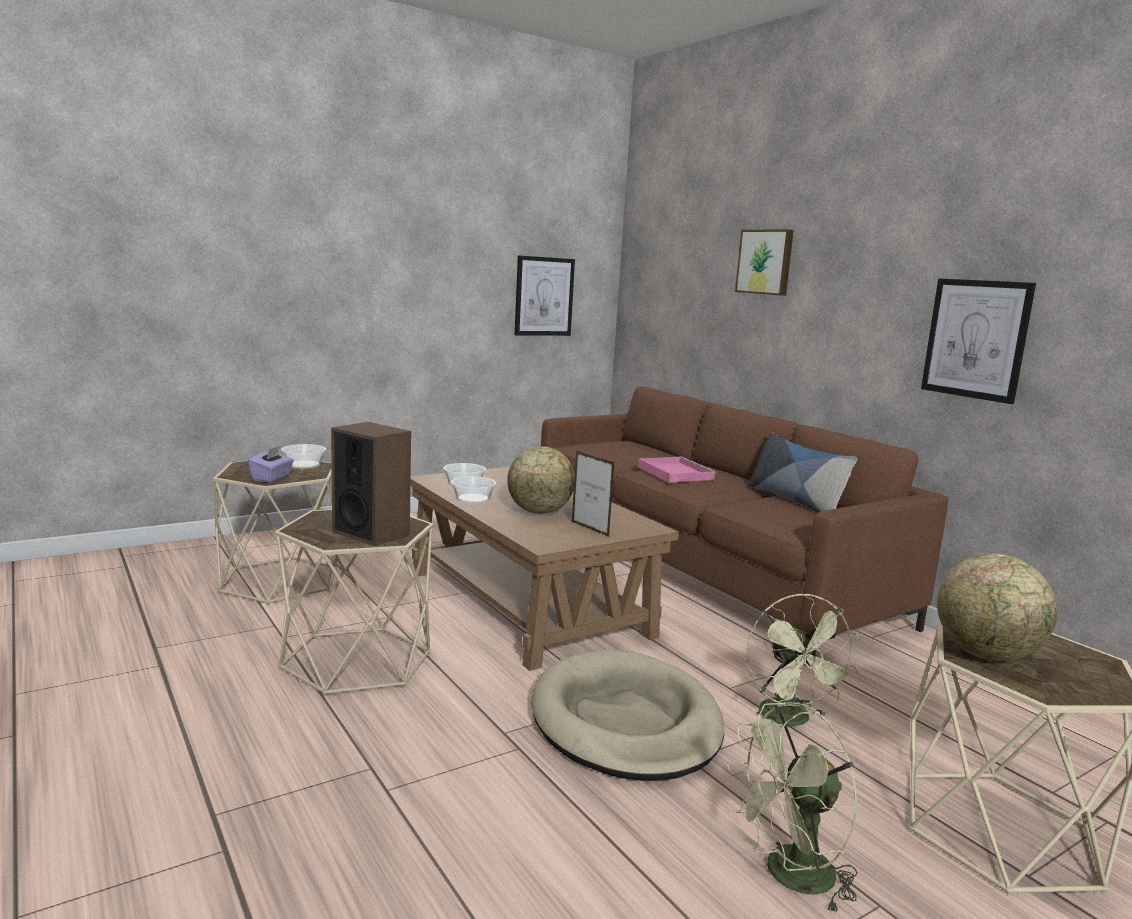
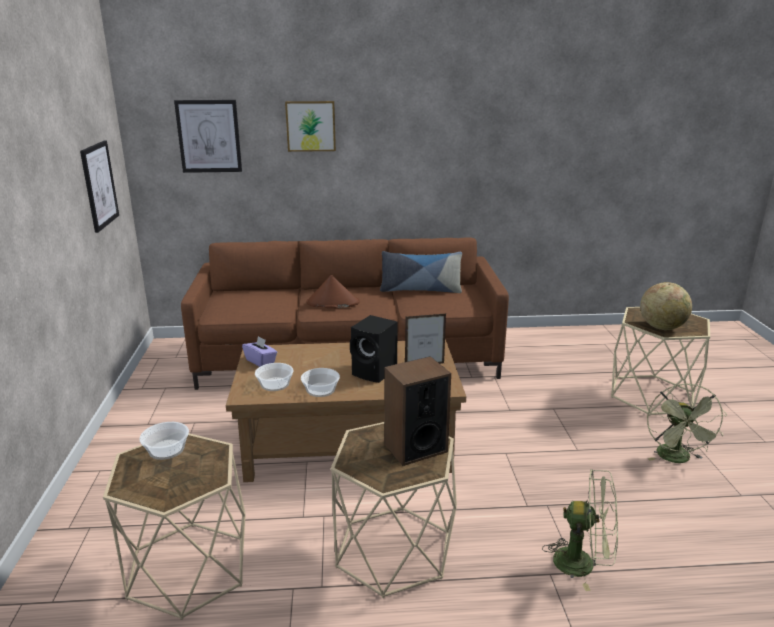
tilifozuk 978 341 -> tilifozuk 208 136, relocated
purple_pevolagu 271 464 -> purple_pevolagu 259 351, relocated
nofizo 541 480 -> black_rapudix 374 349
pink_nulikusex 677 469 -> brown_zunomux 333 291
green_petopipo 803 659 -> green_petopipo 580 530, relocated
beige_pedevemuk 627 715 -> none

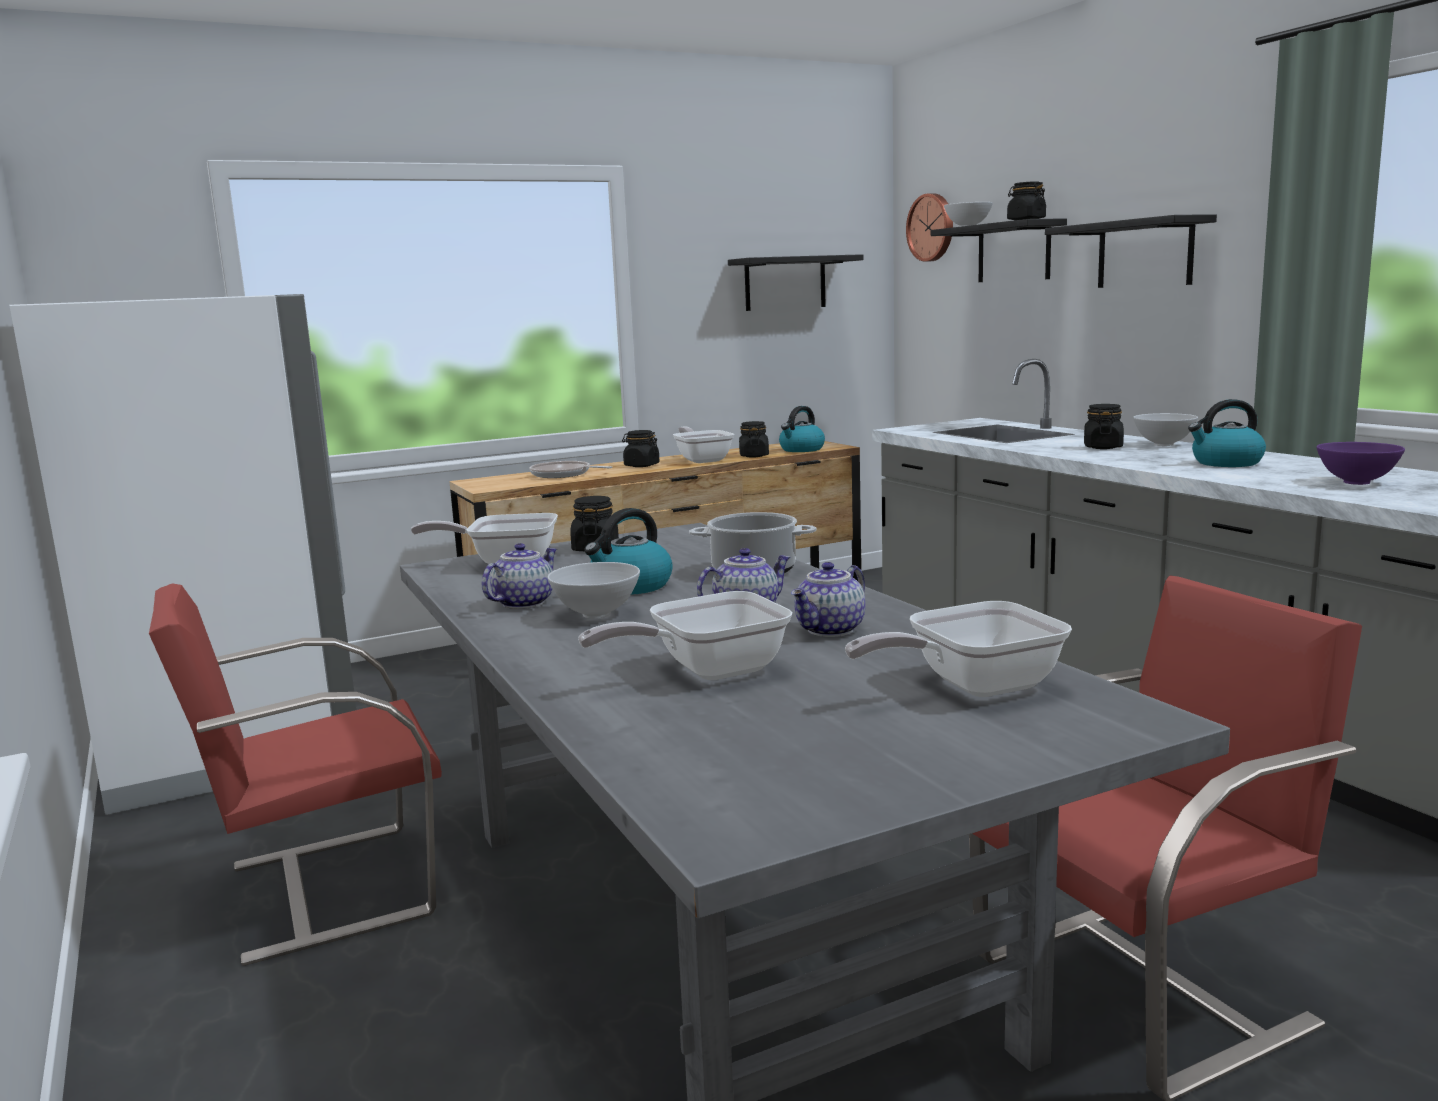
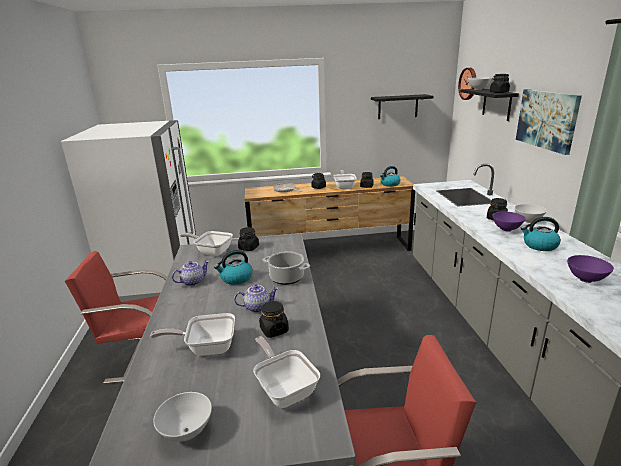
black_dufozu 1131 251 -> tilifozuk 549 122
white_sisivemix 593 590 -> white_sisivemix 182 417, relocated
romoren 828 599 -> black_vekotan 274 319
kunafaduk 958 649 -> kunafaduk 286 372, 60 degrees clockwise
none -> purple_sisivemix 509 221

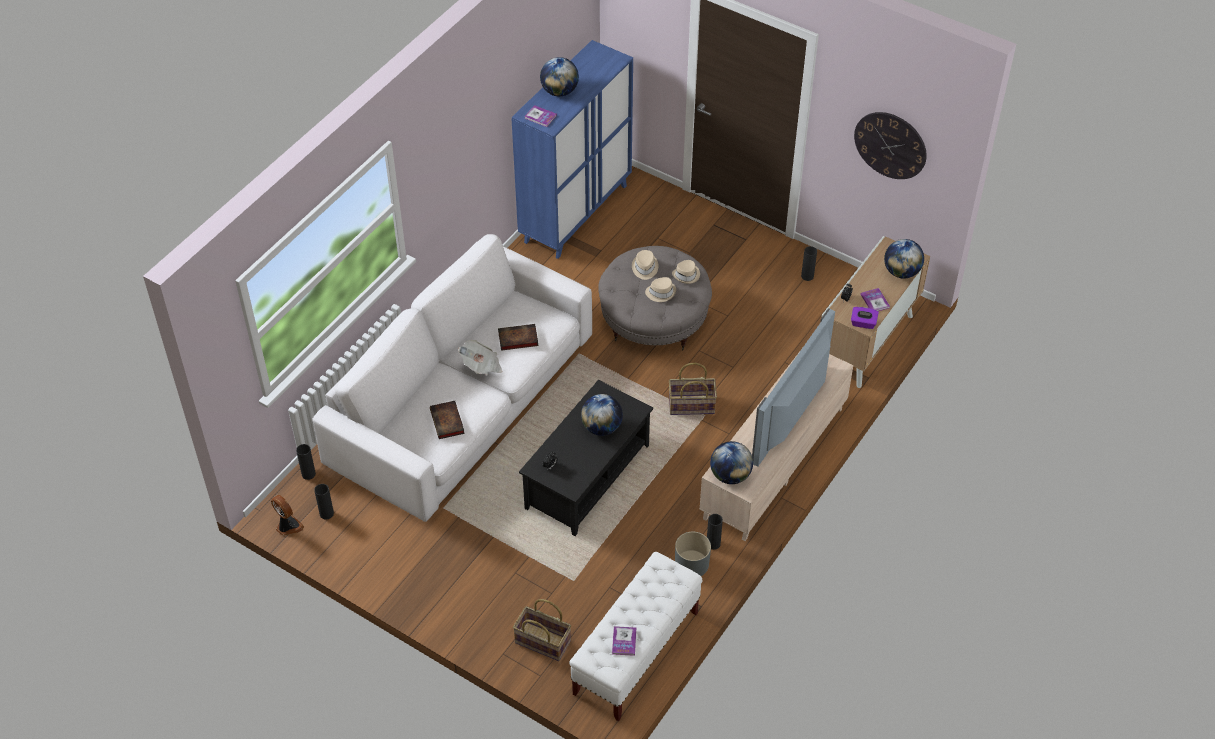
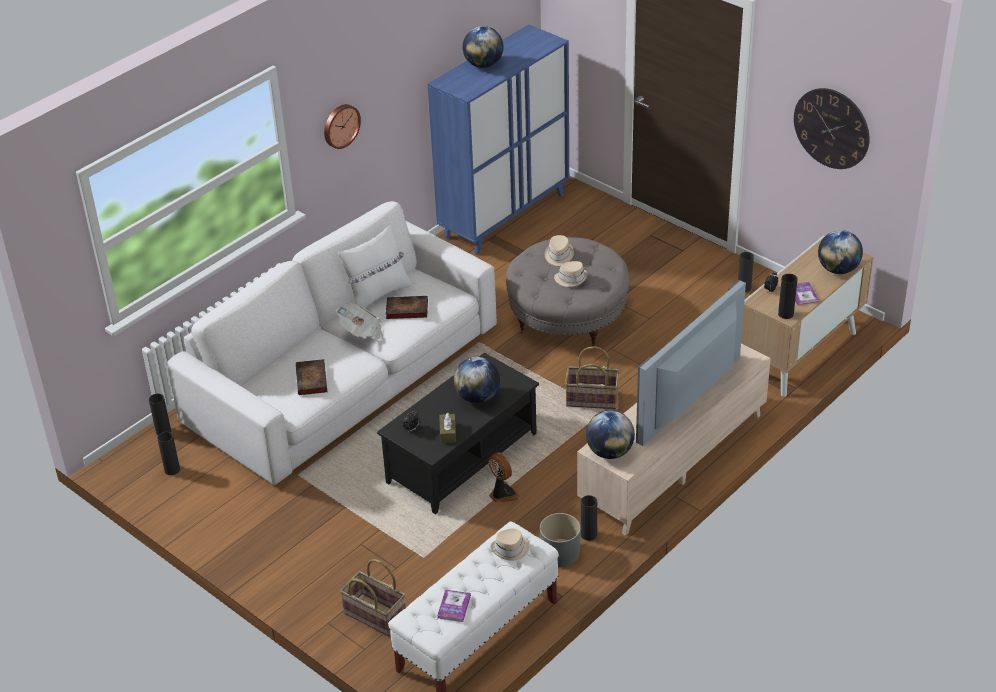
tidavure 540 116 -> none
beige_zunomux 686 272 -> beige_zunomux 510 544, relocated
purple_pevolagu 865 318 -> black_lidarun 788 296
petopipo 287 515 -> petopipo 505 478, relocated
none -> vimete 342 126
none -> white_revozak 374 266
none -> brown_pevolagu 448 428

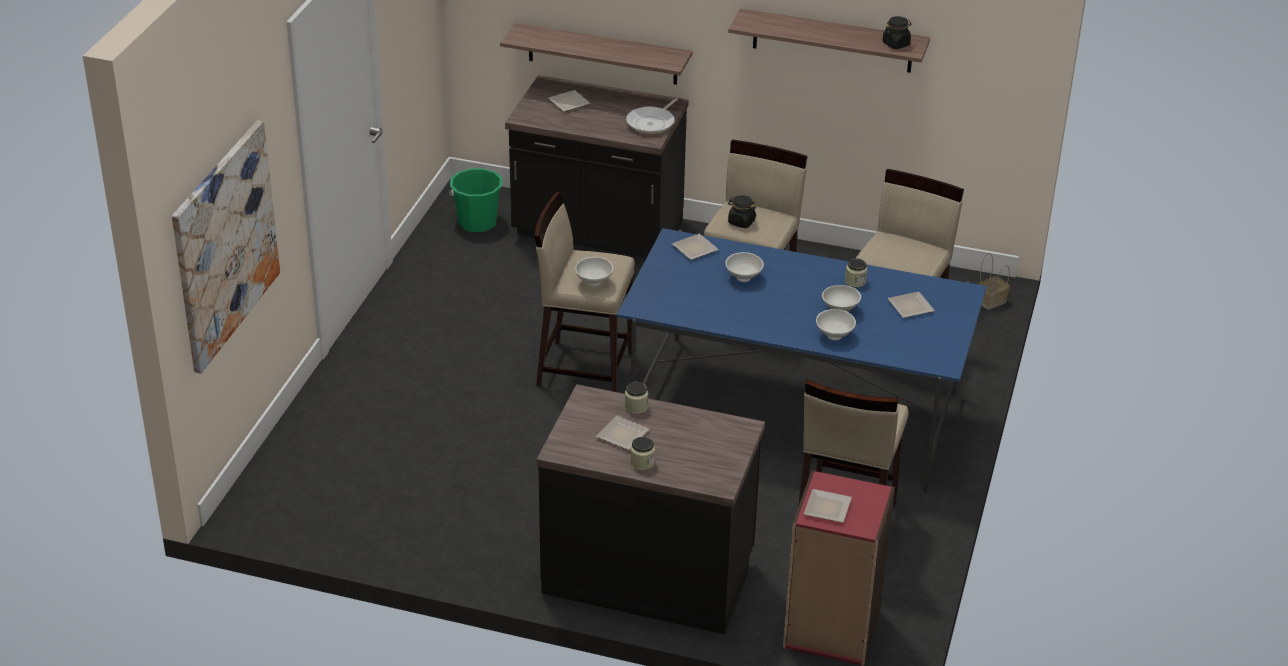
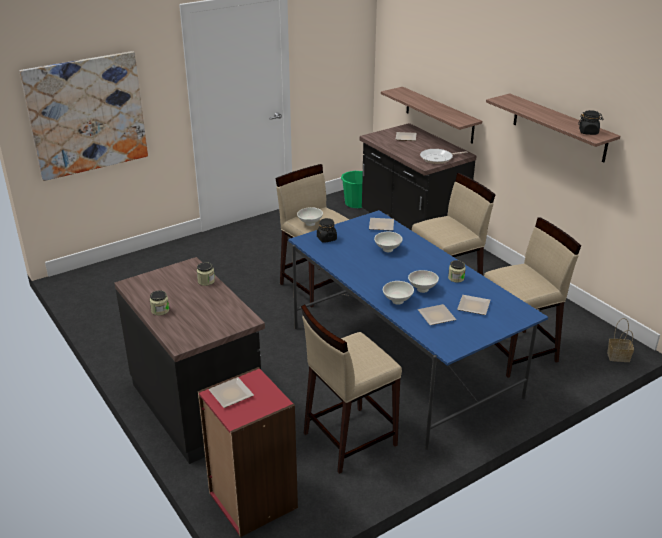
black_vekotan 742 211 -> black_vekotan 327 230, relocated
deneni 622 433 -> deneni 437 314, relocated

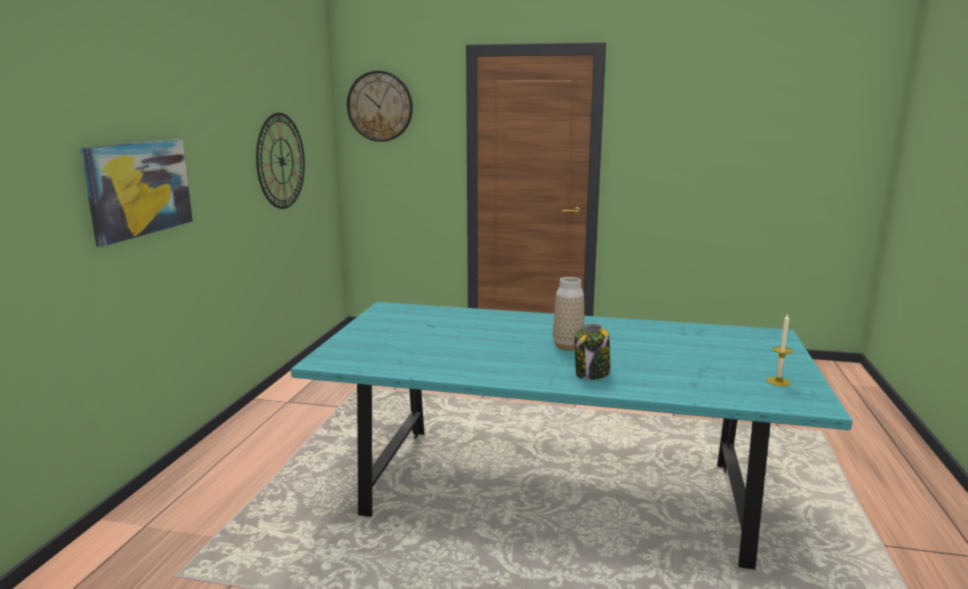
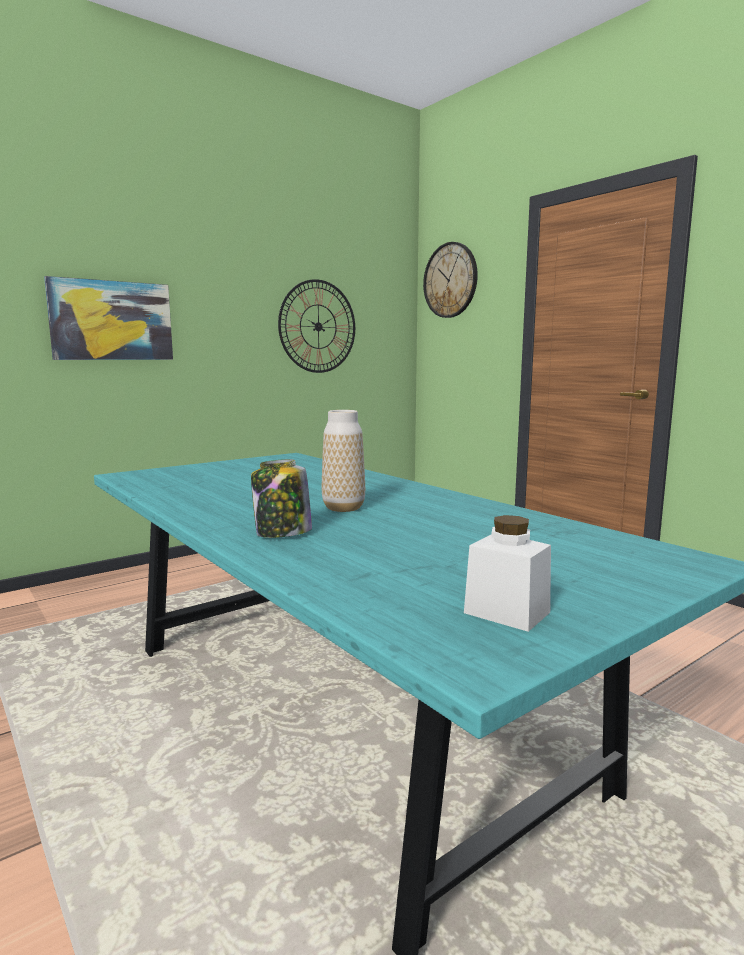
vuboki 779 350 -> white_vekotan 507 573

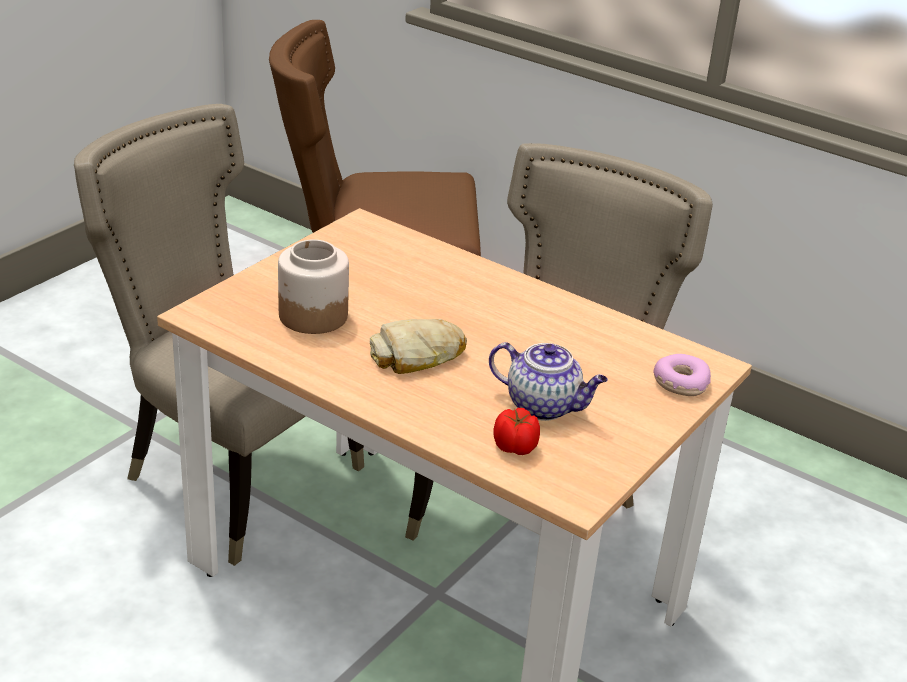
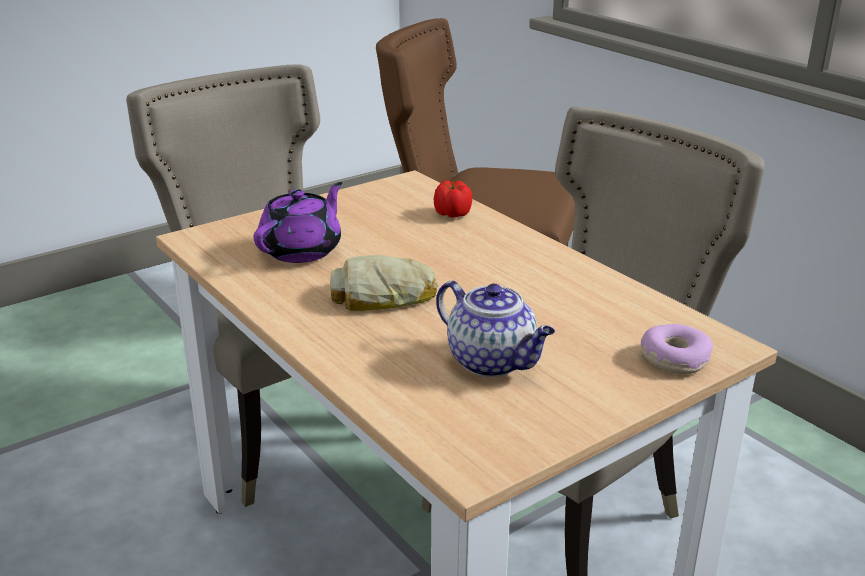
vekotan 313 286 -> purple_romoren 298 222
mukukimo 516 431 -> mukukimo 453 199, relocated

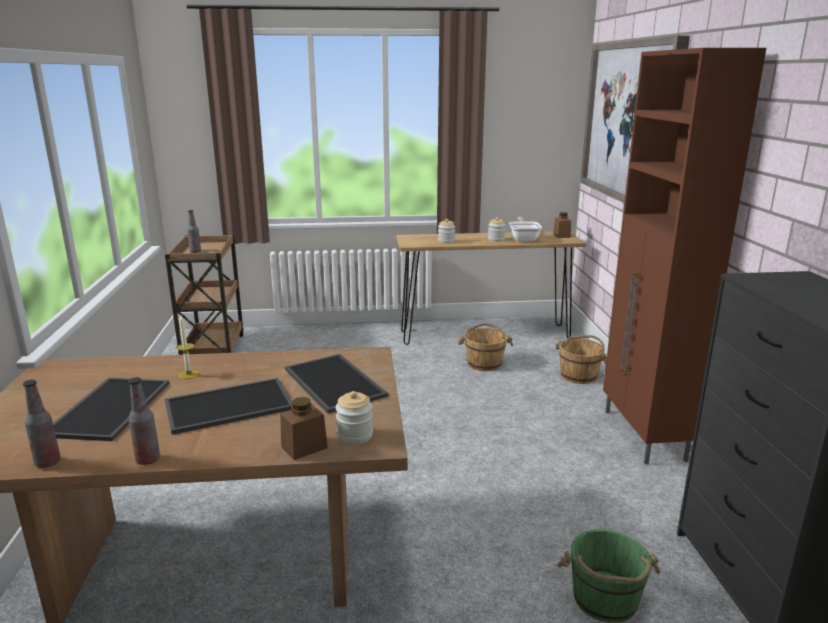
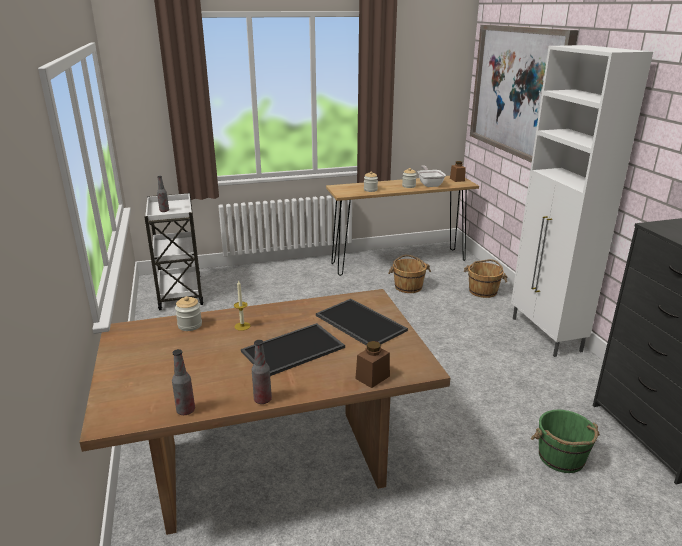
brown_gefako 684 256 -> white_gefako 582 201
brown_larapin 204 294 -> white_larapin 174 251
nulikusex 111 409 -> none
vekotan 354 417 -> vekotan 188 313, relocated

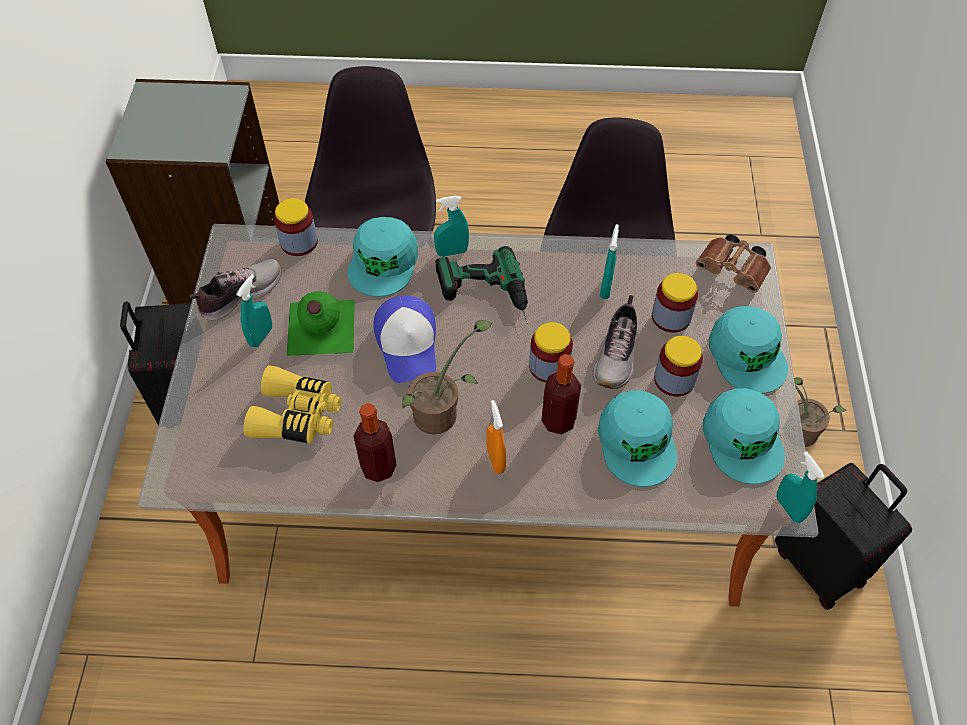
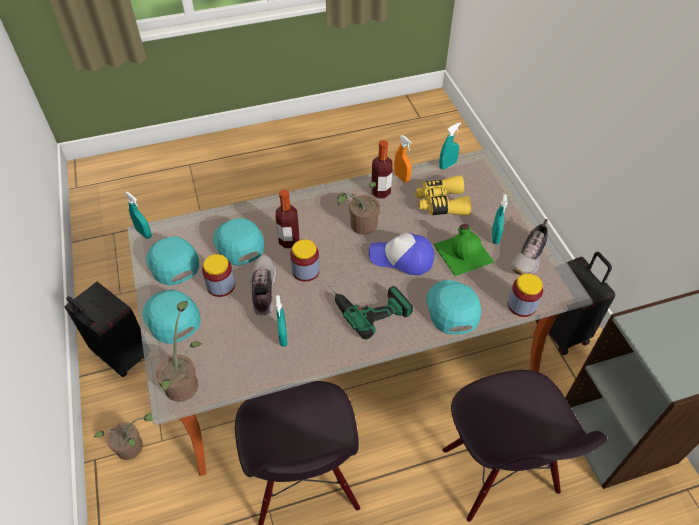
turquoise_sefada 451 226 -> turquoise_sefada 450 145, relocated
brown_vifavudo 733 263 -> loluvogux 179 351
vekotan 675 303 -> none
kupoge 404 339 -> kupoge 401 254, 45 degrees counterclockwise
orange_sefada 496 437 -> orange_sefada 403 158, relocated

